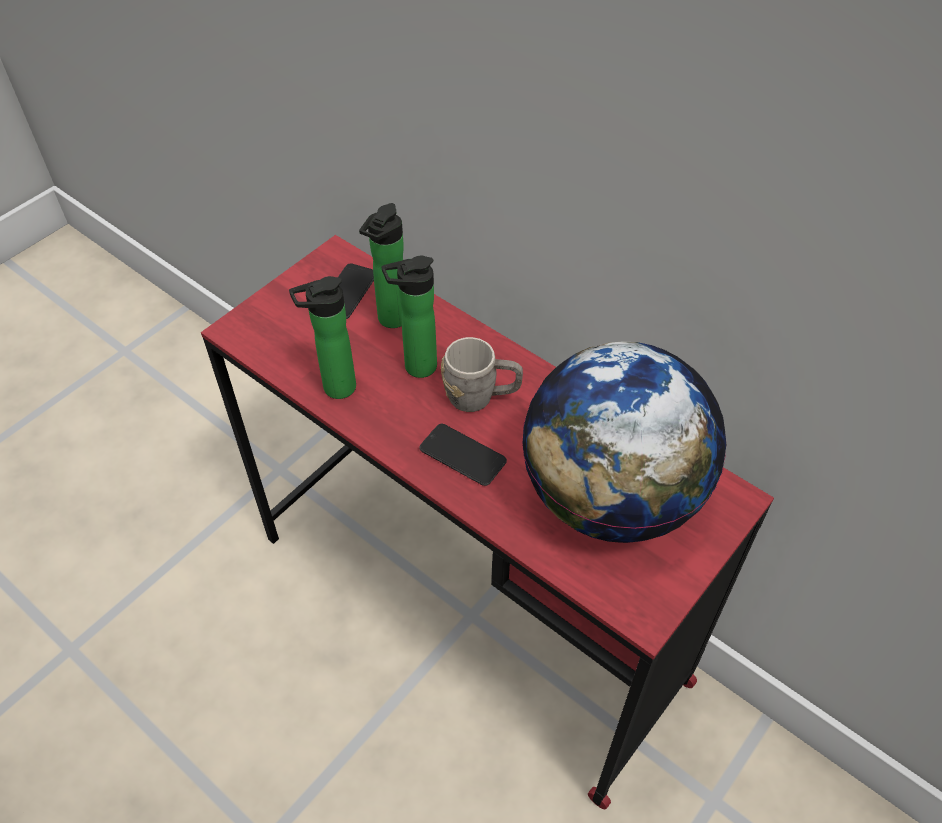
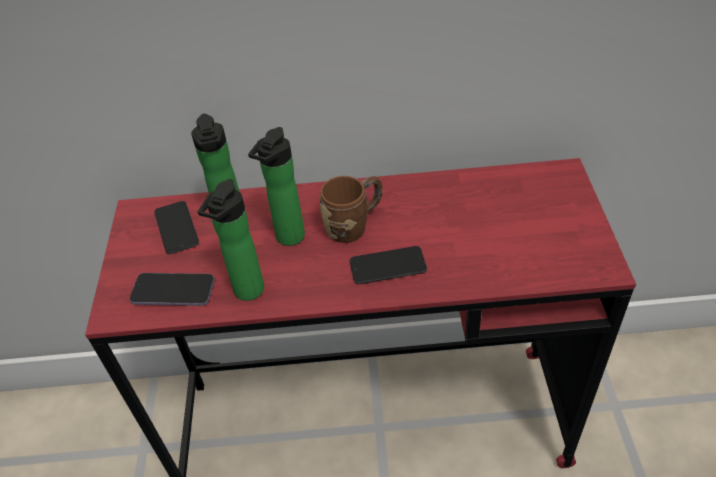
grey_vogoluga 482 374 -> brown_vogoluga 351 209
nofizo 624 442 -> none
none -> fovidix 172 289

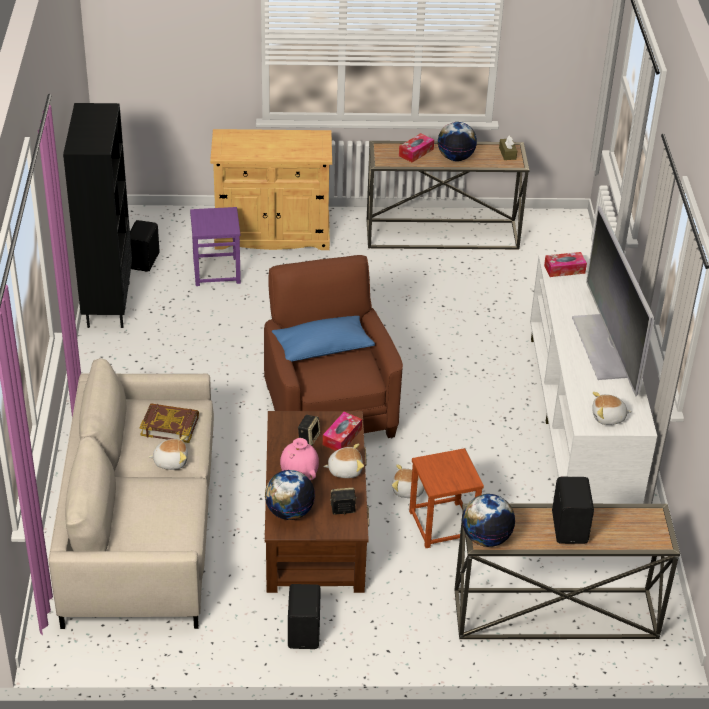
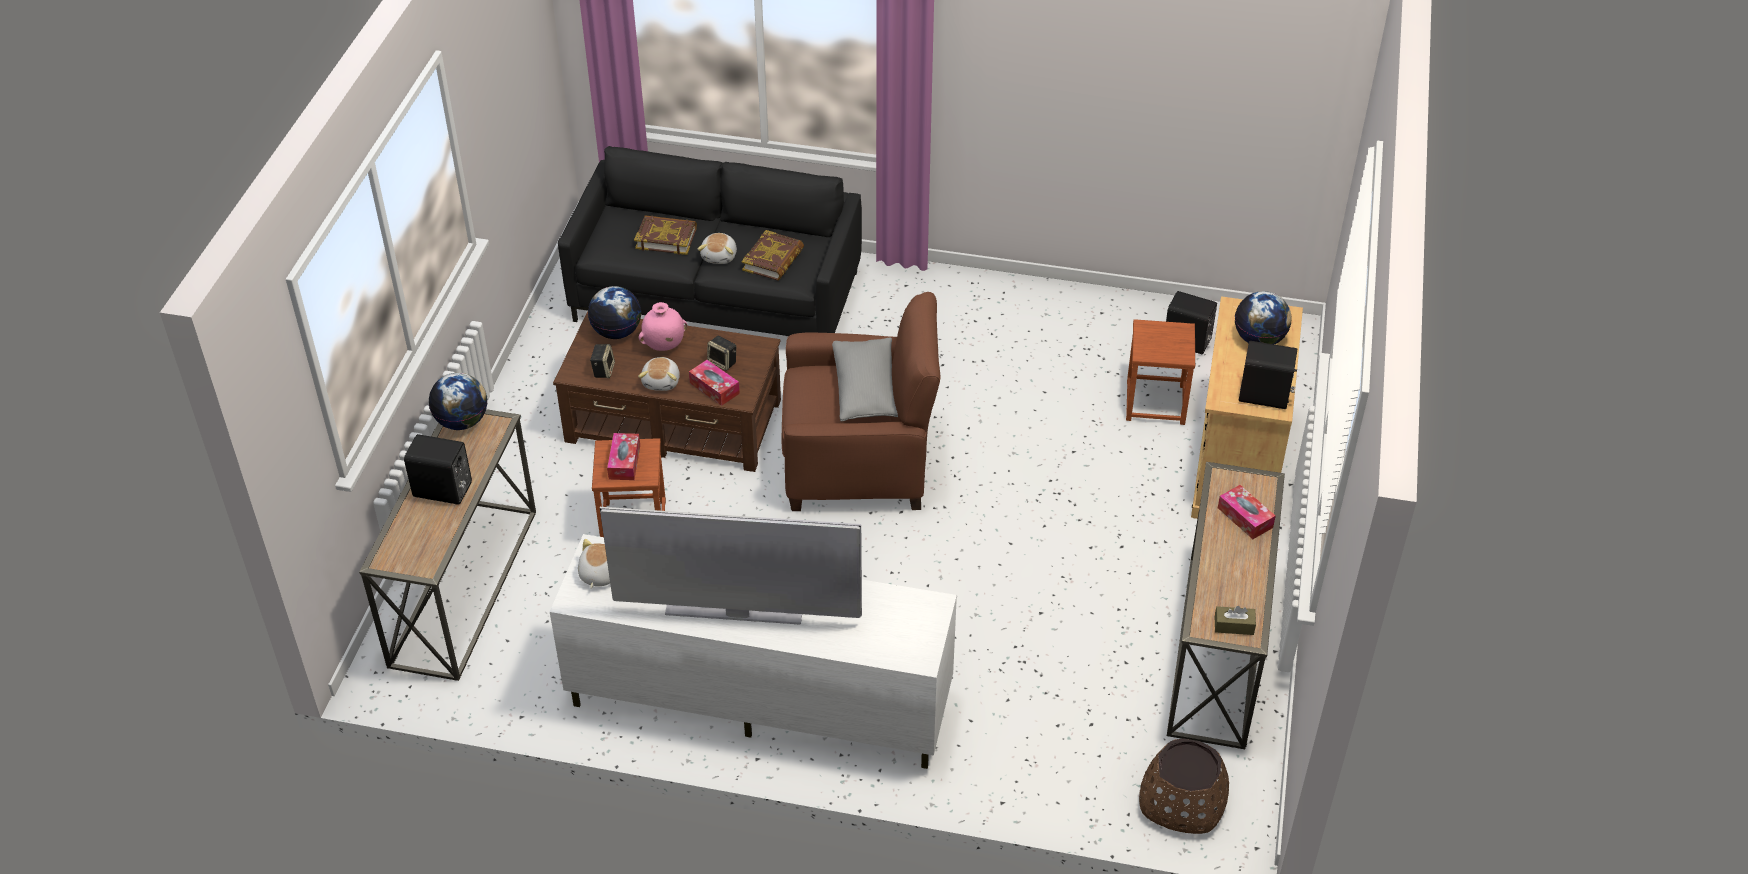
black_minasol 97 215 -> none
nofizo 457 141 -> nofizo 1263 318, relocated
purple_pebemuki 215 246 -> brown_pebemuki 1160 372
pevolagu 565 264 -> pevolagu 623 456, relocated
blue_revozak 323 338 -> grey_revozak 865 379
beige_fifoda 131 493 -> black_fifoda 710 241
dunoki 408 481 -> none
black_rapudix 304 616 -> black_rapudix 1268 375, relocated
none -> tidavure 665 235
none -> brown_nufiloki 1184 786

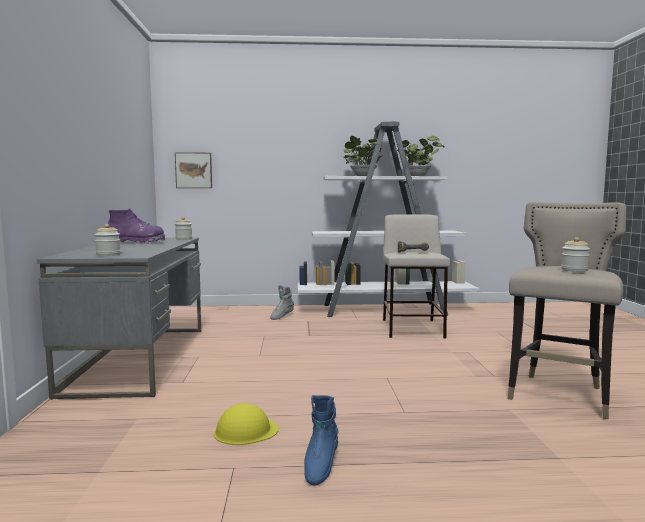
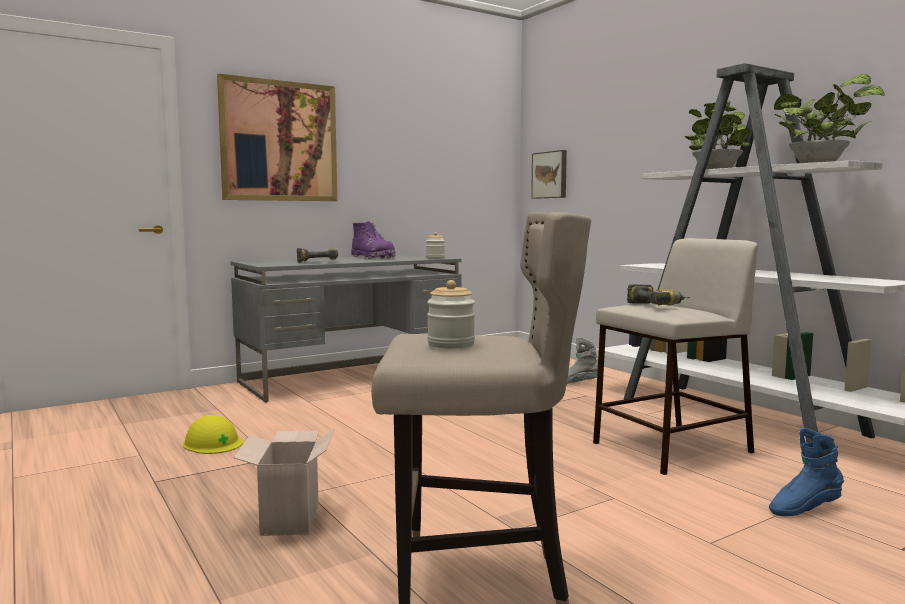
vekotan 108 240 -> none
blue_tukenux 321 440 -> blue_tukenux 806 472, relocated
none -> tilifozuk 277 137
none -> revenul 317 255
none -> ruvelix 284 482

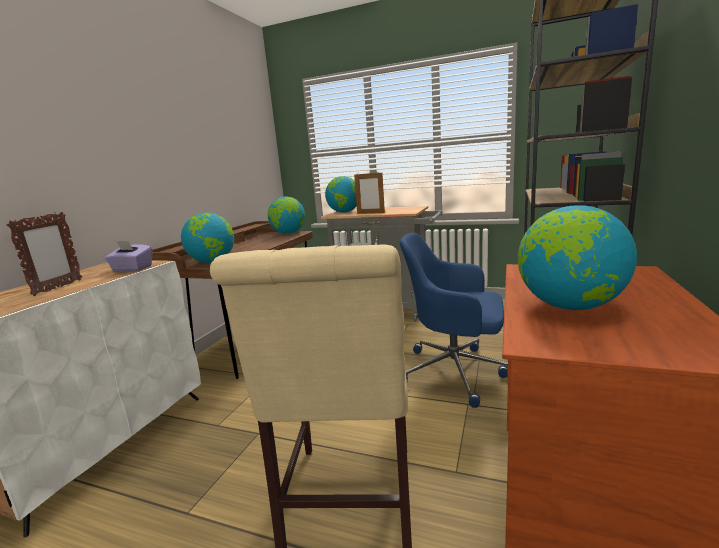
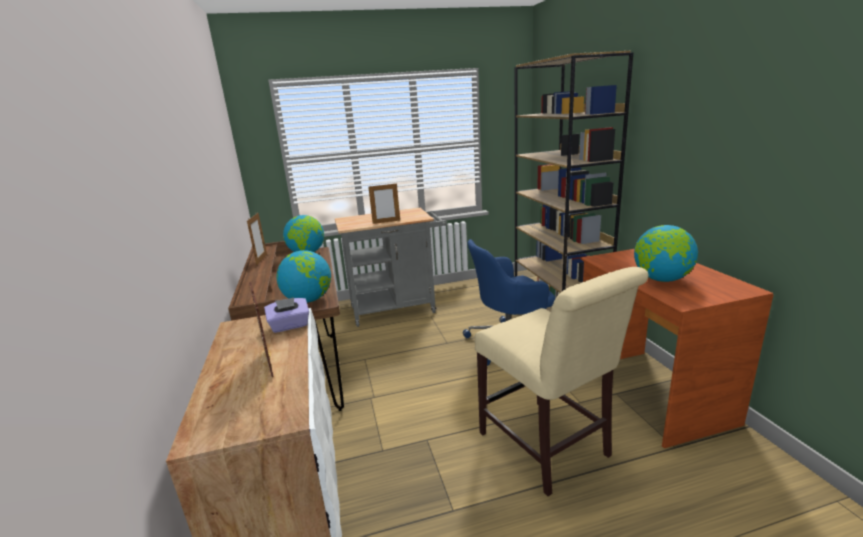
nofizo 341 194 -> none
none -> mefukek 257 239

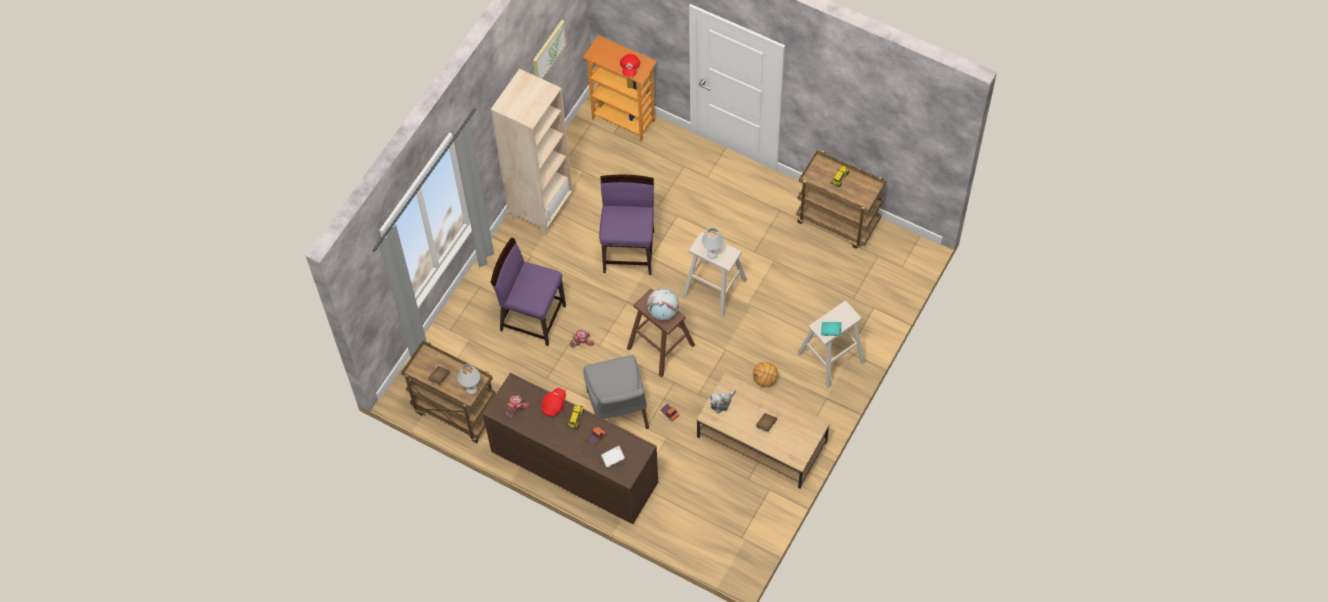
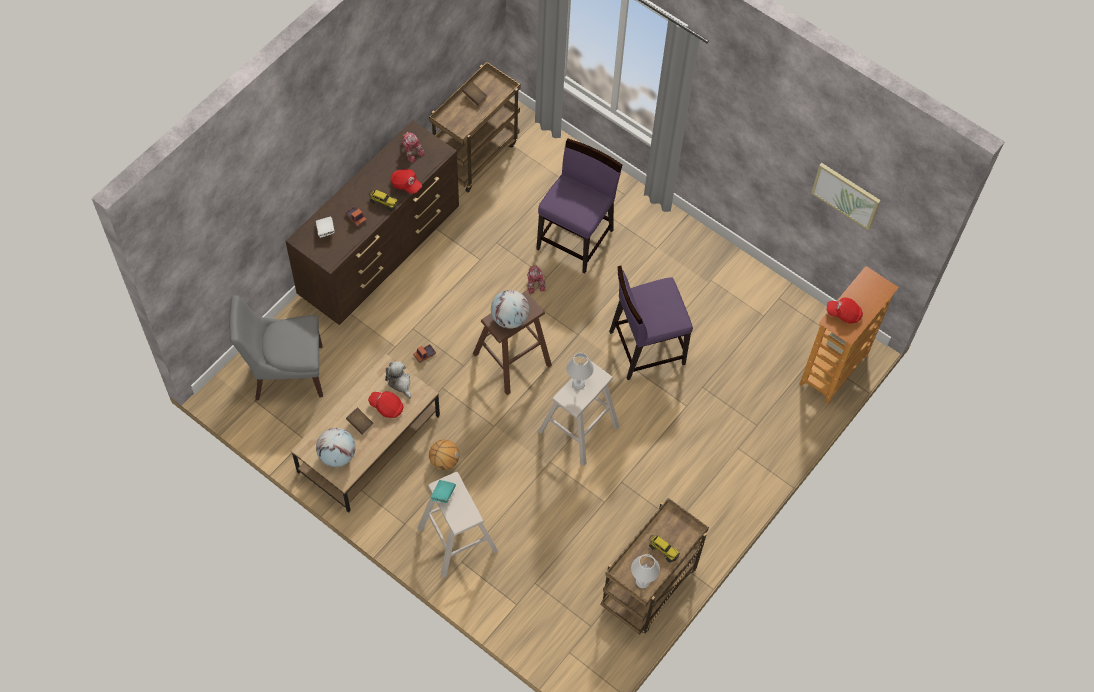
beige_minasol 532 152 -> none
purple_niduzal 626 225 -> purple_niduzal 651 323, 150 degrees clockwise
grey_niduzal 616 392 -> grey_niduzal 276 347, relocated
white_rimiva 469 379 -> white_rimiva 645 571, relocated
none -> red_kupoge 385 404
none -> nofizo 336 447

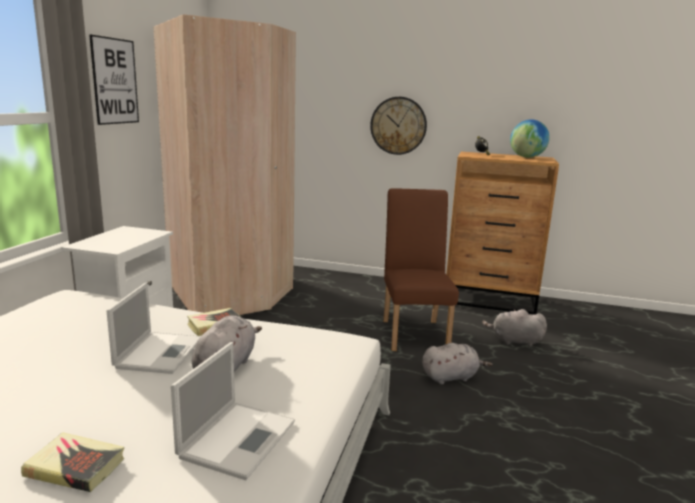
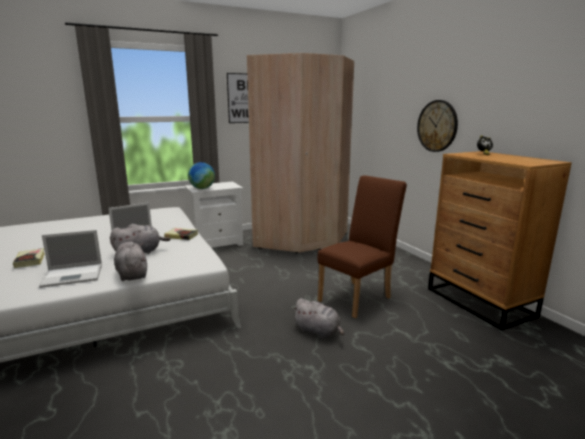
nofizo 530 138 -> nofizo 201 175, relocated
grey_dunoki 514 328 -> grey_dunoki 130 261, relocated

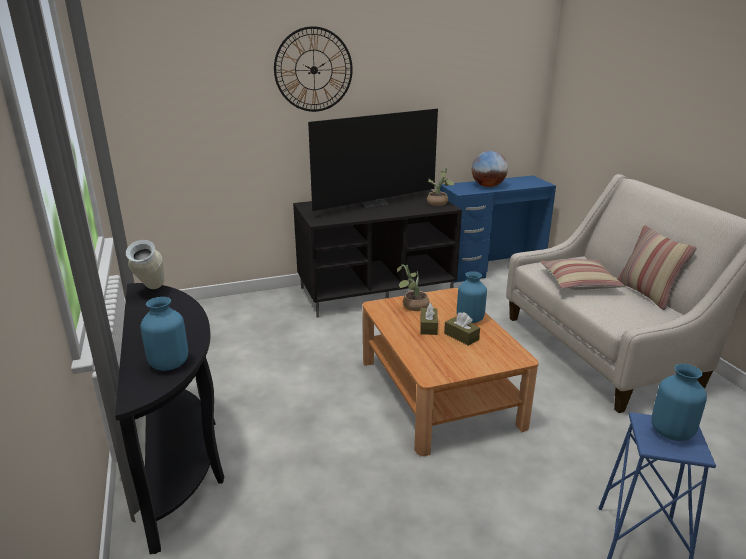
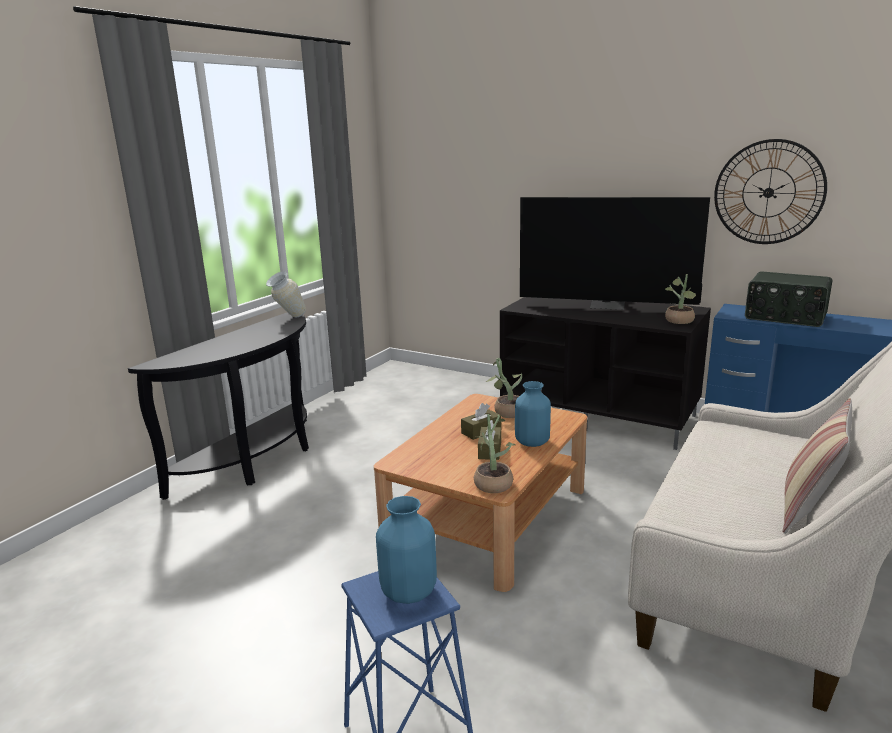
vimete 313 69 -> vimete 770 191, relocated
nofizo 490 169 -> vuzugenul 788 299
revozak 582 274 -> none
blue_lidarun 164 334 -> none
none -> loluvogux 494 453

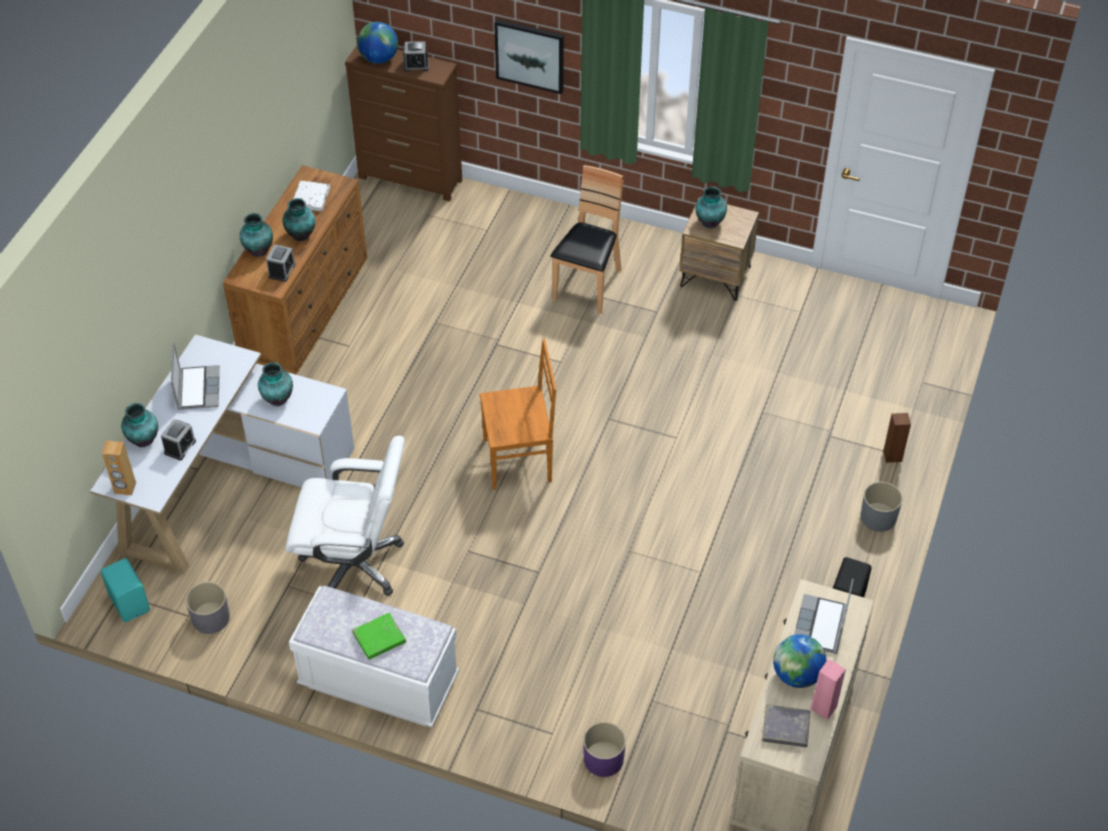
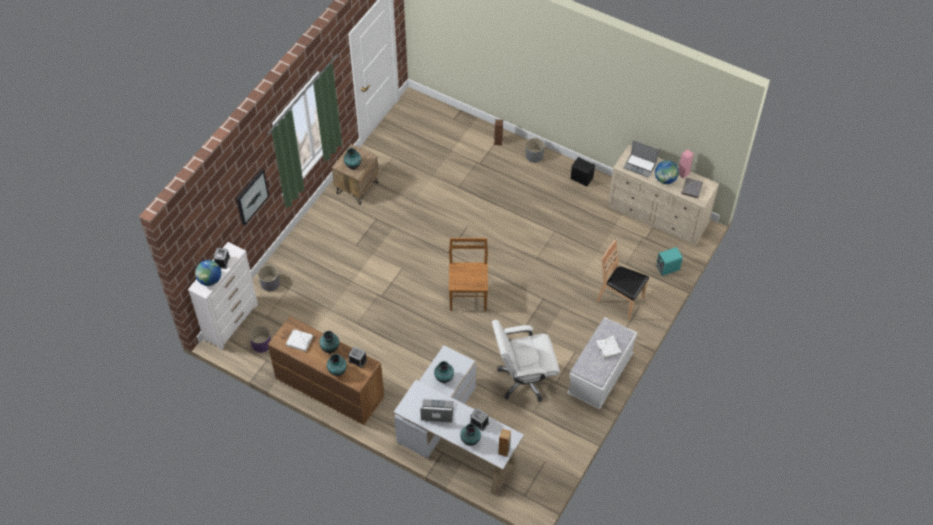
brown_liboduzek 403 123 -> white_liboduzek 223 296
brown_niduzal 587 239 -> brown_niduzal 623 280, relocated
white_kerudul 345 516 -> white_kerudul 526 361, 120 degrees counterclockwise
turquoise_rapudix 125 590 -> turquoise_rapudix 669 261, relocated
grey_nufiloki 208 608 -> grey_nufiloki 269 278, relocated
green_tidavure 379 636 -> white_tidavure 609 347
purple_nufiloki 604 749 -> purple_nufiloki 260 339, relocated

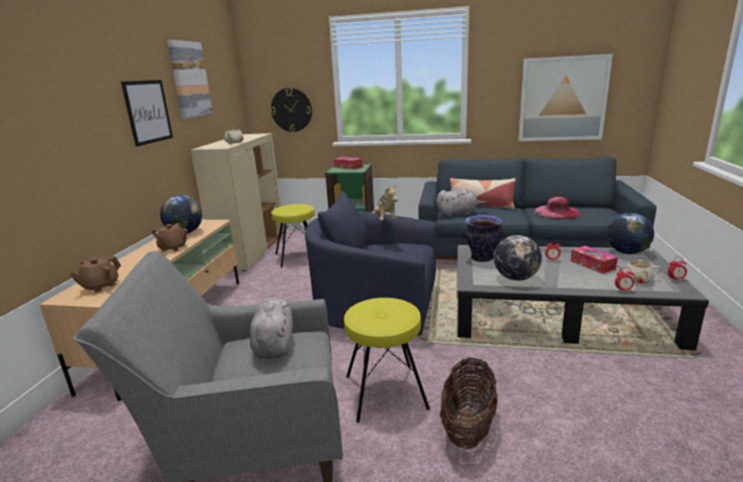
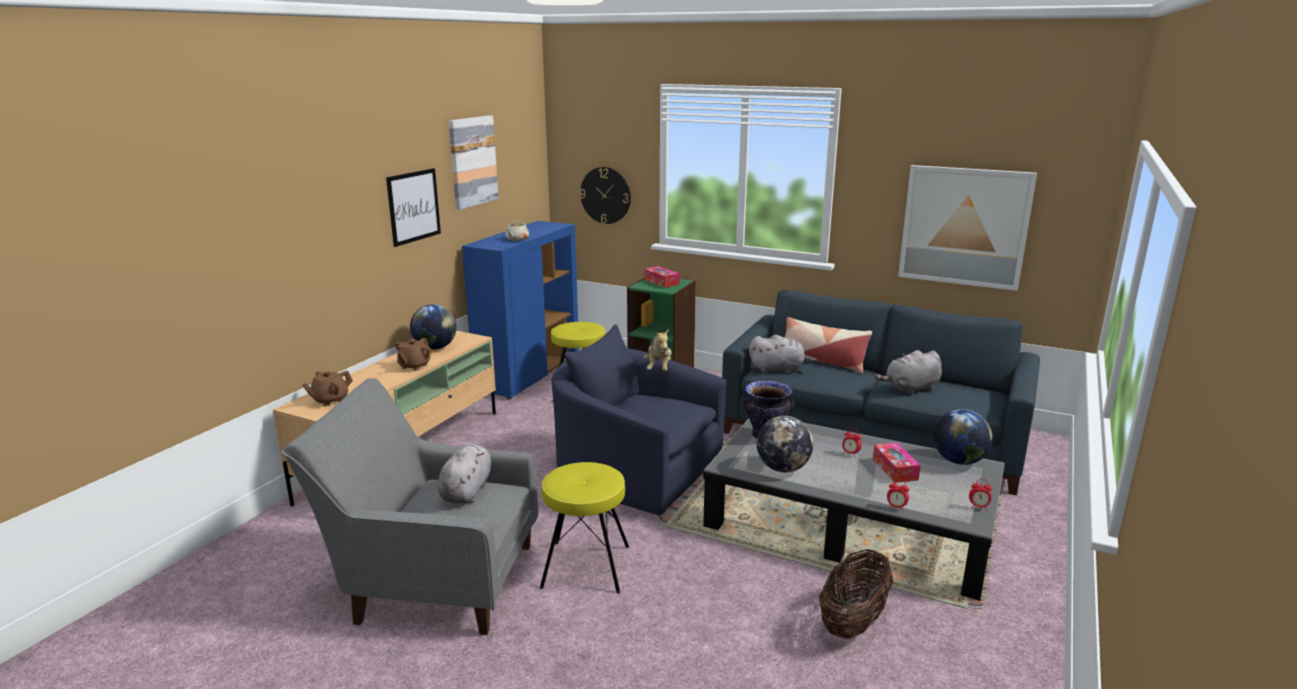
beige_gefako 237 202 -> blue_gefako 520 310
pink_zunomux 557 208 -> grey_dunoki 908 372
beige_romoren 639 272 -> none
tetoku 469 404 -> tetoku 856 594, relocated

